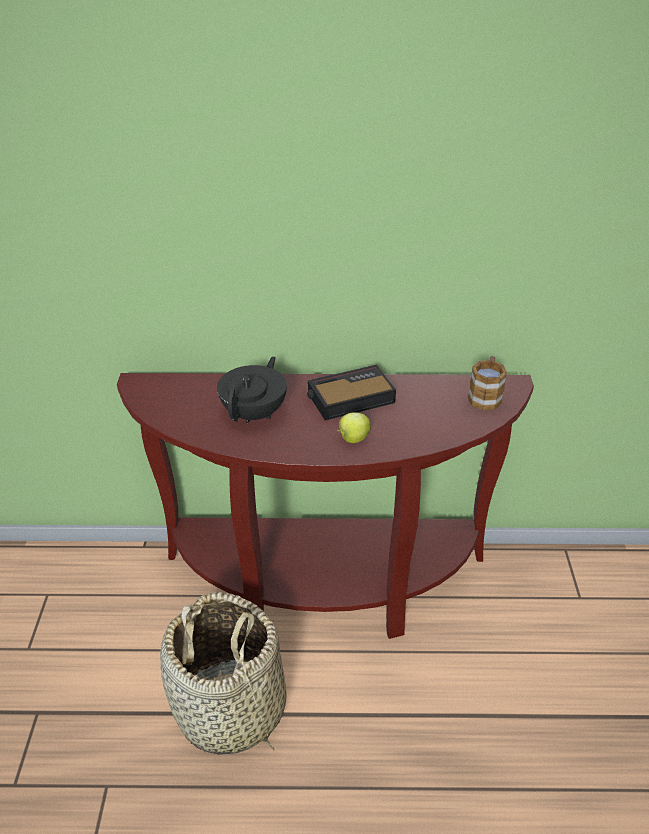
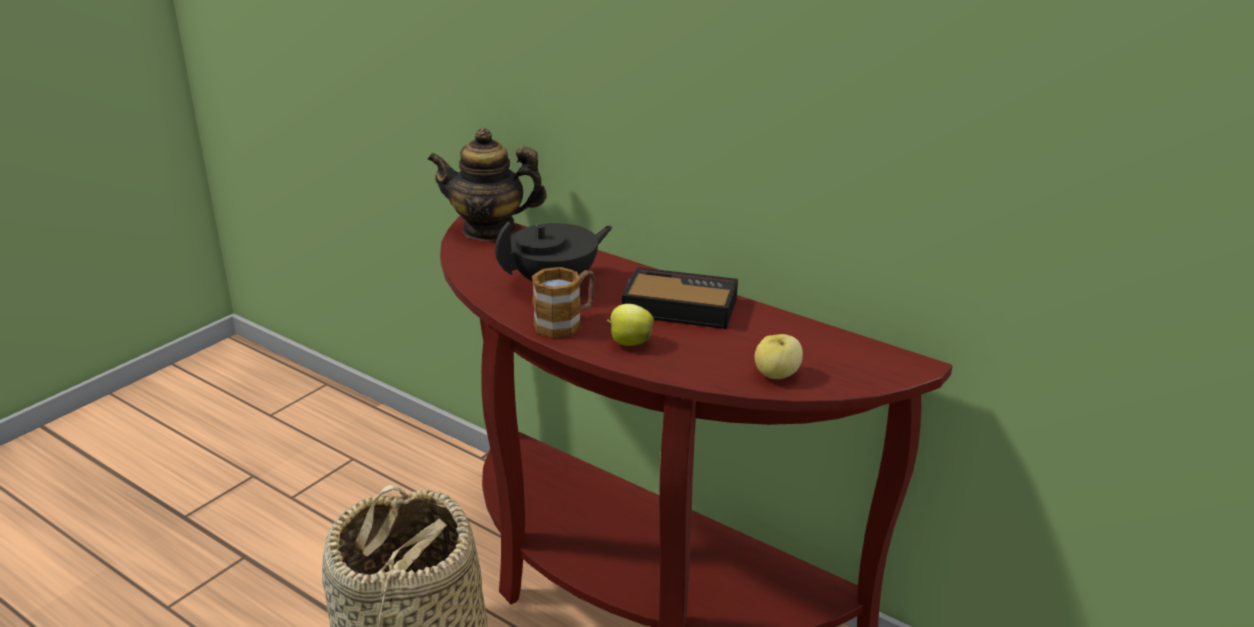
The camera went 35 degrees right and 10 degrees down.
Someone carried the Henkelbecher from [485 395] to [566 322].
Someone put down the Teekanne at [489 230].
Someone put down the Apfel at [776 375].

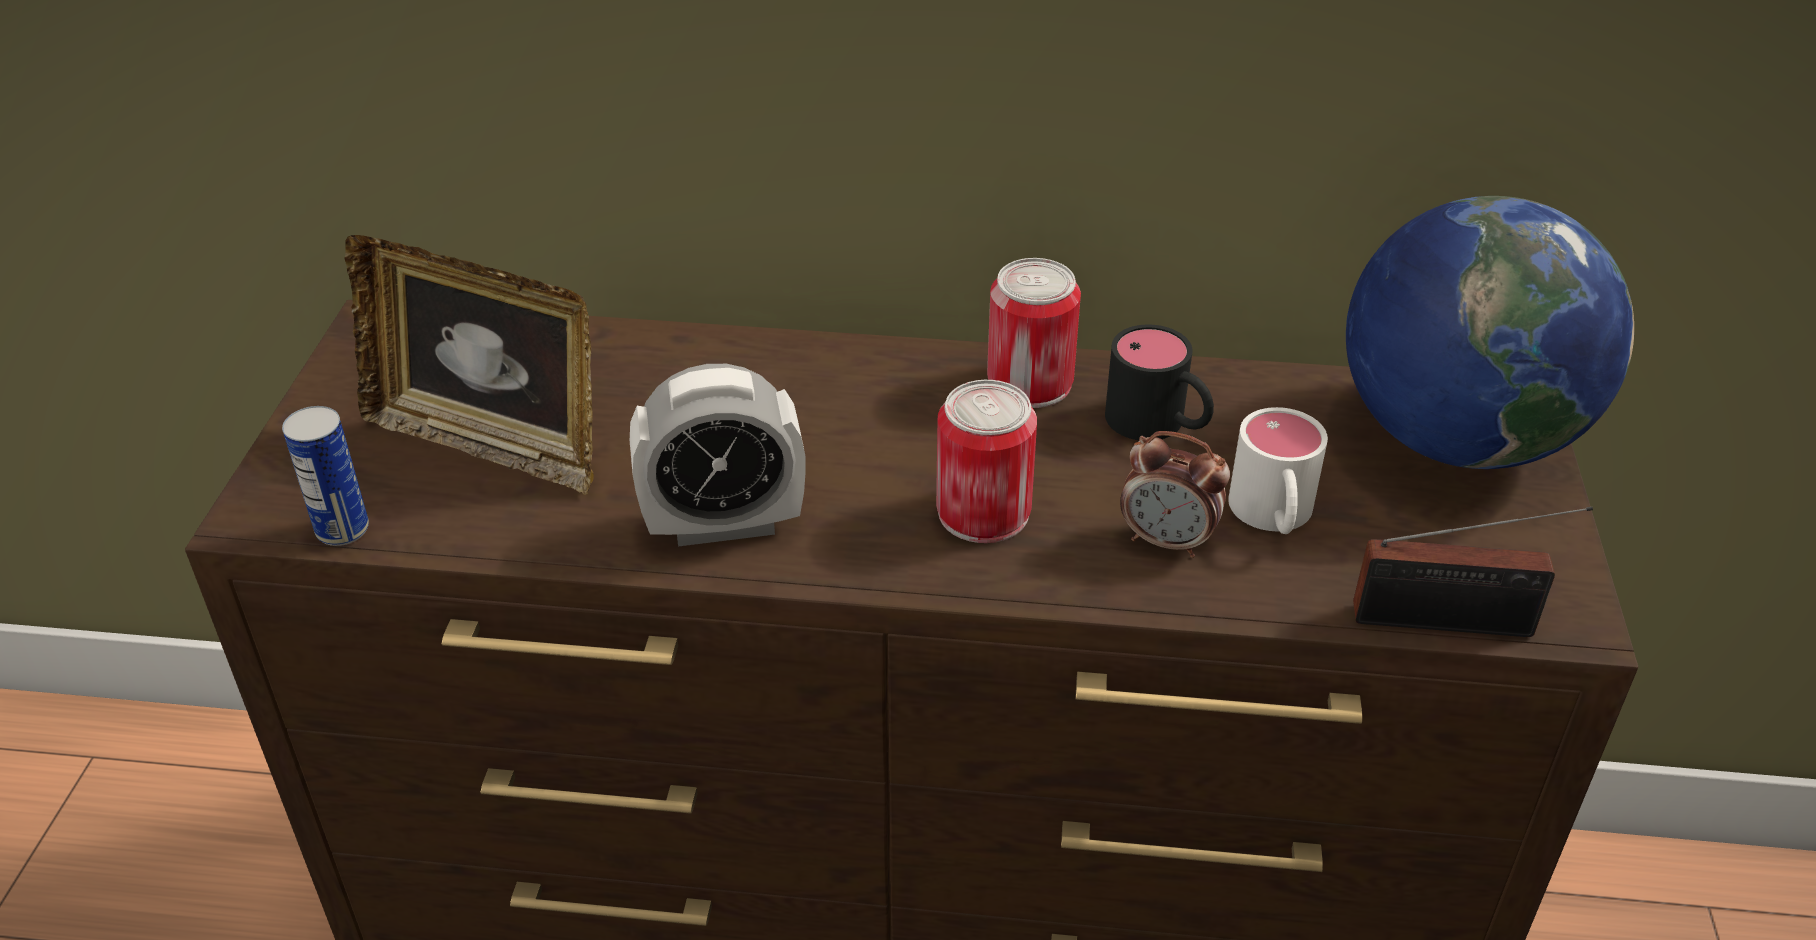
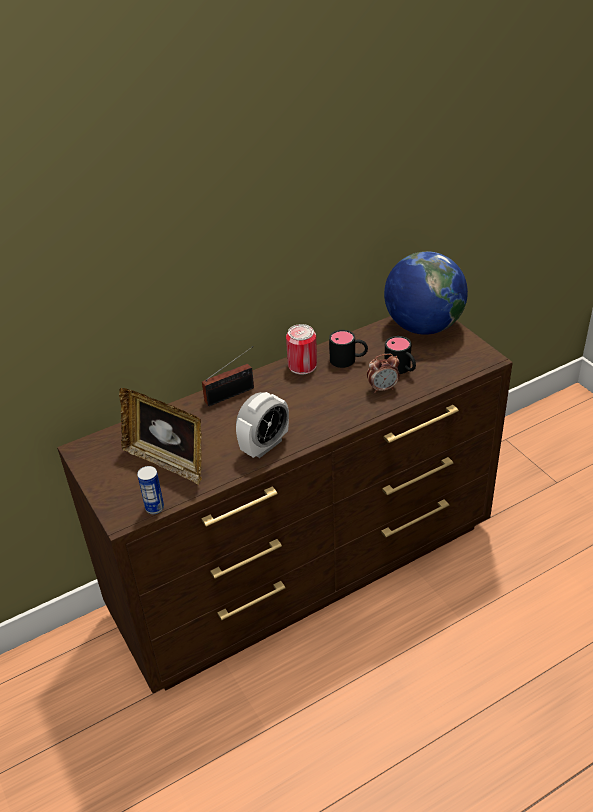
The camera went 35 degrees left and 0 degrees up.
Someone rotated the Bilderrahmen at [491 442] by 45 degrees clockwise.
Someone took away the Dose at [983 512].
Someone repainted the Henkelbecher/weiß at [1273 517], which became the Henkelbecher/schwarz at [401 369].
Someone carried the Radio from [1452 622] to [232 394].

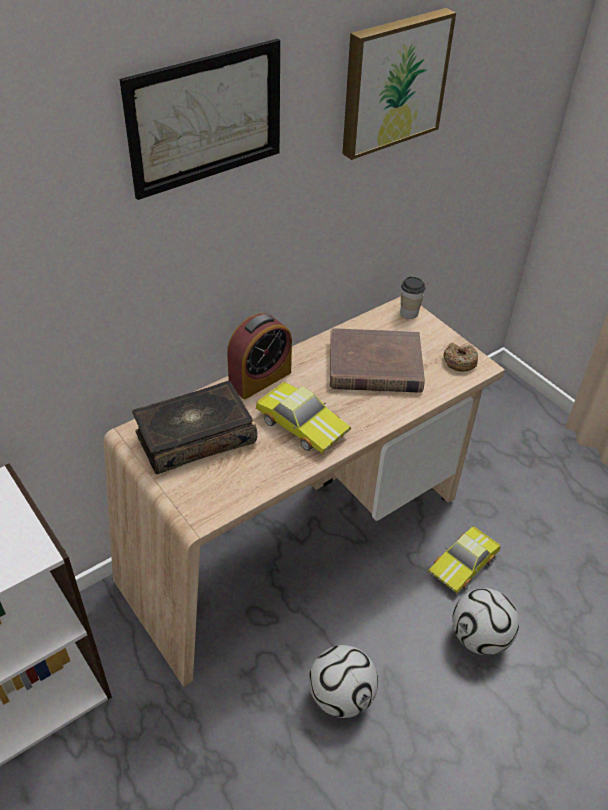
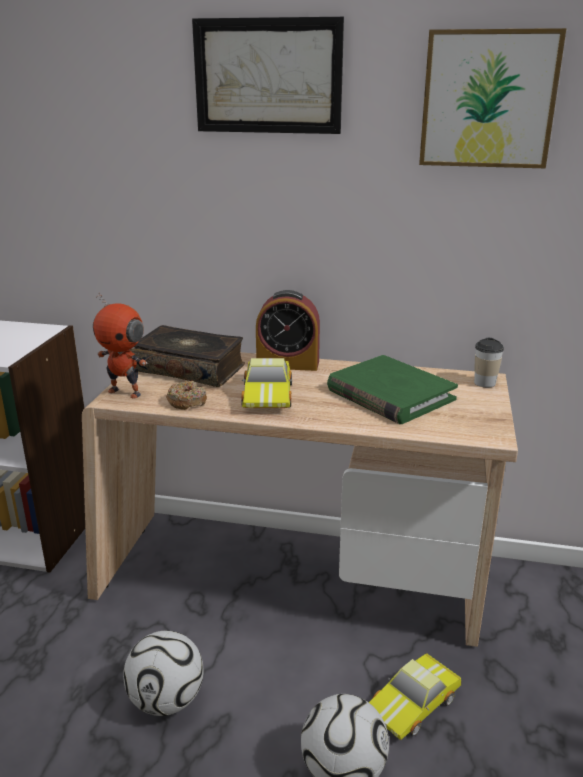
The camera went 50 degrees right and 20 degrees down.
Someone repainted the Buch/braun at [375 366], which became the Buch/grün at [389 394].
Someone rotated the Spielzeugauto at [464 564] by 45 degrees counterclockwise.
Someone carried the Donut from [459 361] to [186 401].
Someone put down the Spielzeugroboter at [126 392].

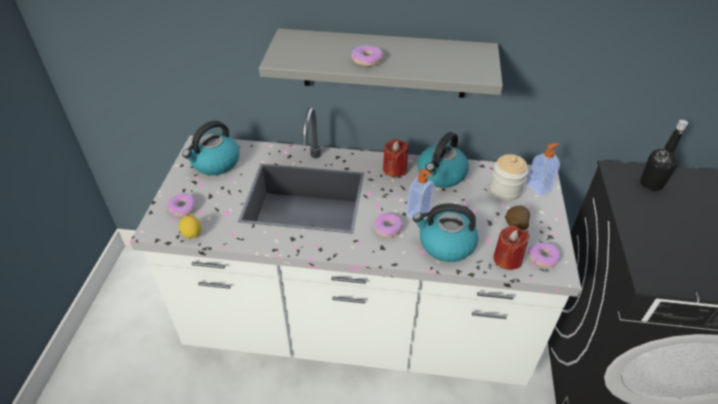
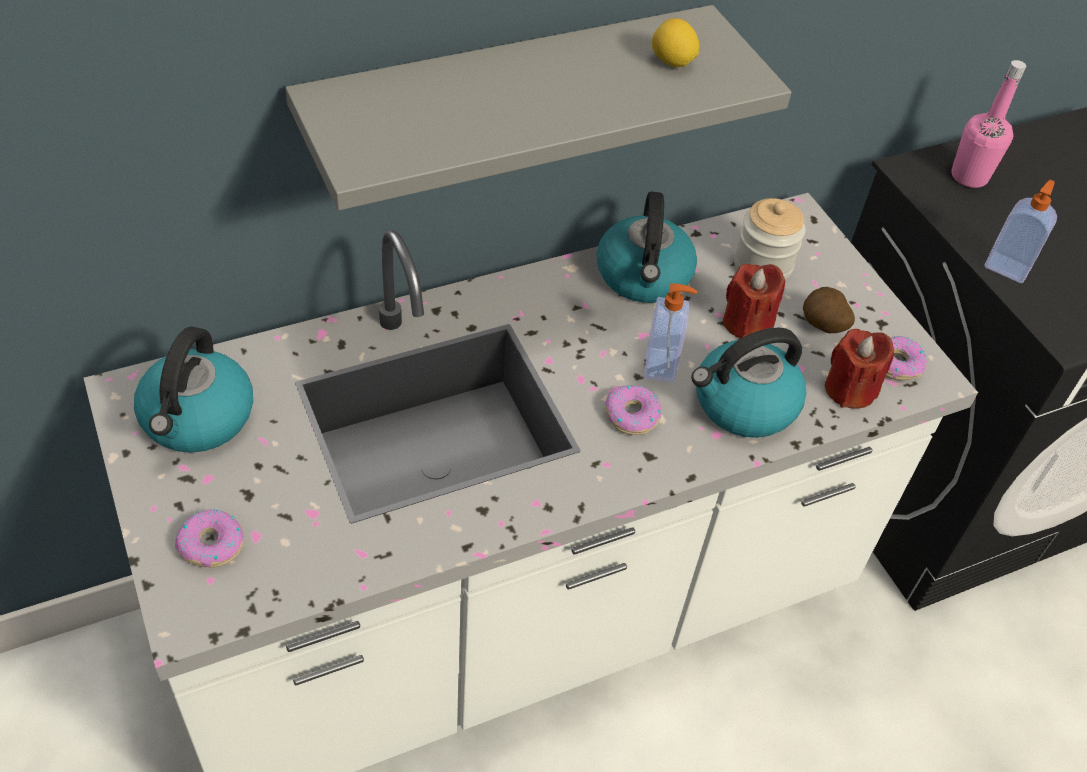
The camera went 35 degrees left and 5 degrees up.
Someone carried the Zitrone from [192 234] to [672 62].
Someone took away the Donut at [367 60].
Someone carried the Kerze/rot from [394 169] to [747 323].
Someone carried the Seifenspender from [539 187] to [1007 267].
Someone repainted the Flasche/schwarz at [651 184], which became the Flasche/rosa at [969 177].

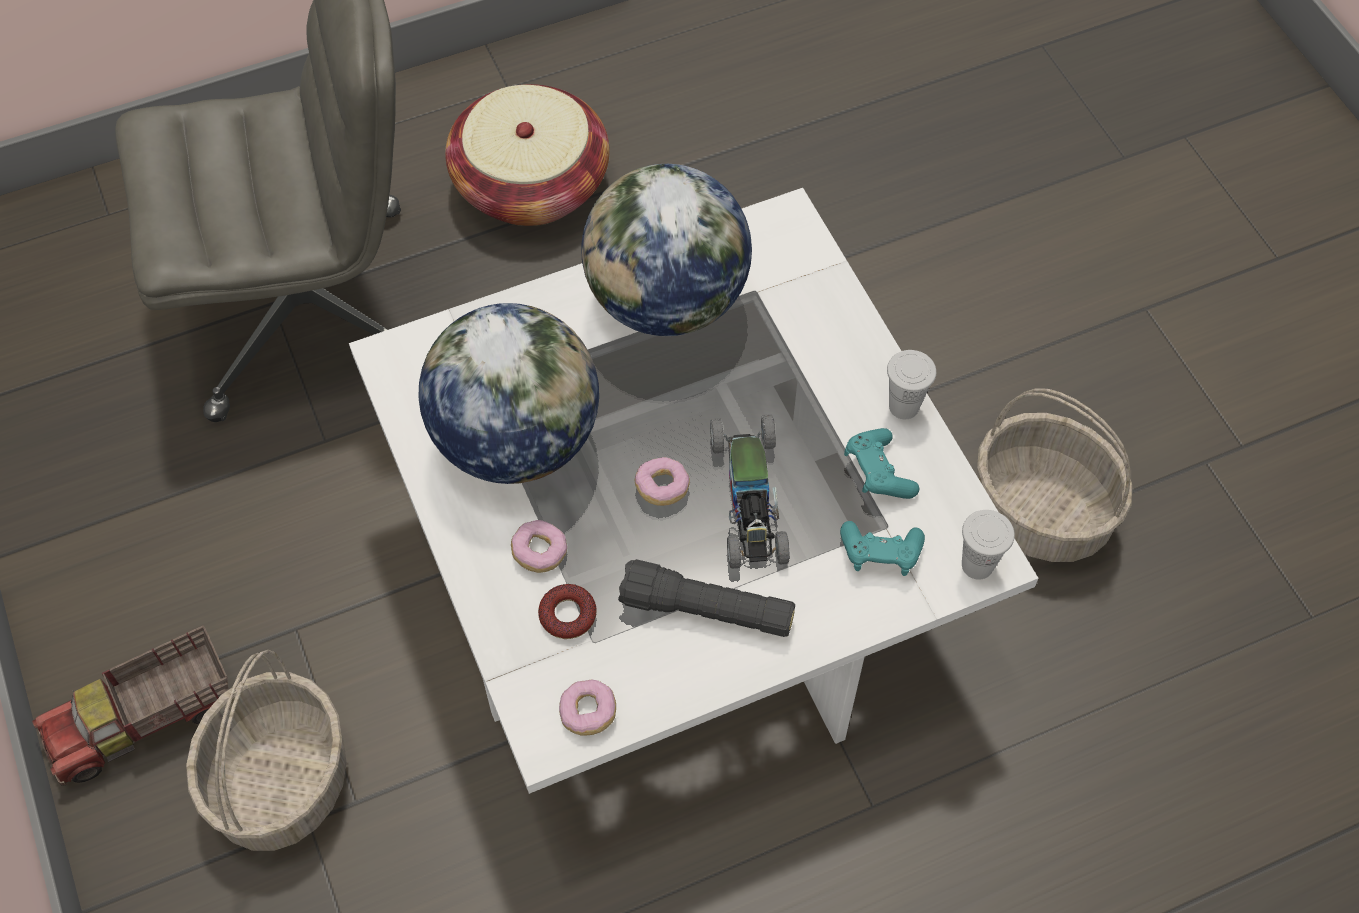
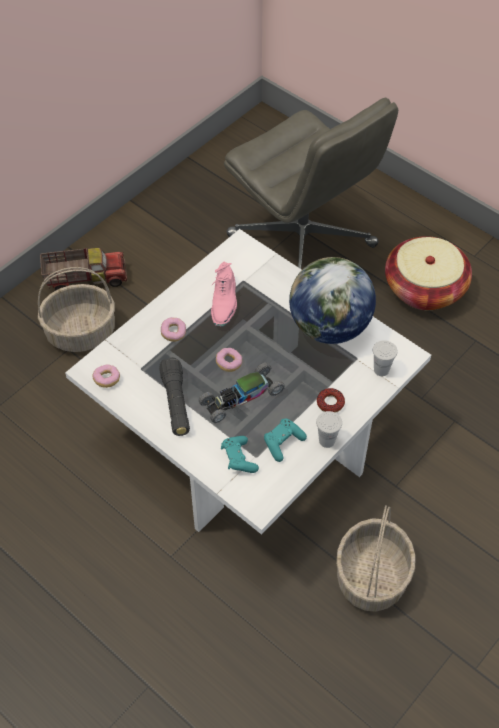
The camera went 65 degrees right and 5 degrees down.
Someone rotated the Spielzeuglaster at [145 721] by 135 degrees clockwise.
Someone swapped the Globus at [516 439] for the Schuh/rosa at [224 303].
Someone carried the Donut from [568 615] to [330 403].
Someone carried the Tasse/weiß from [977 565] to [381 370].

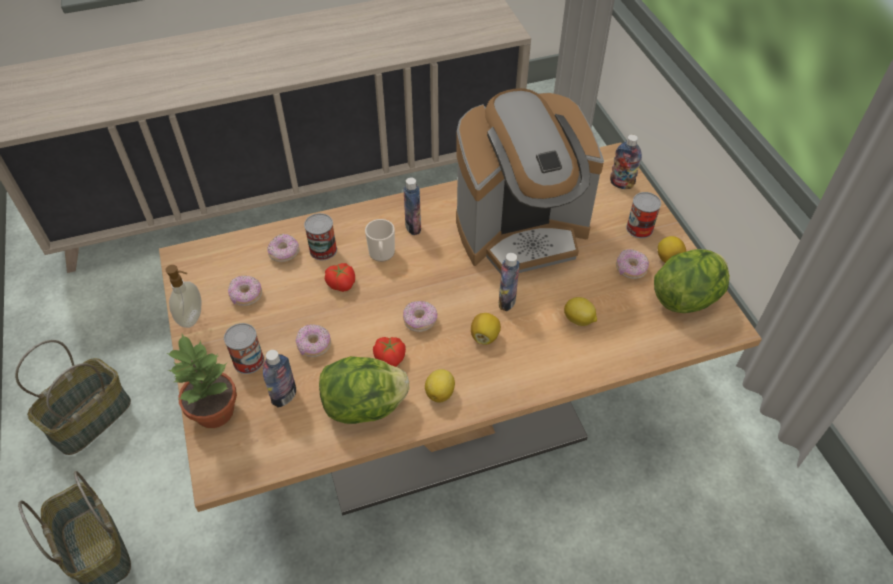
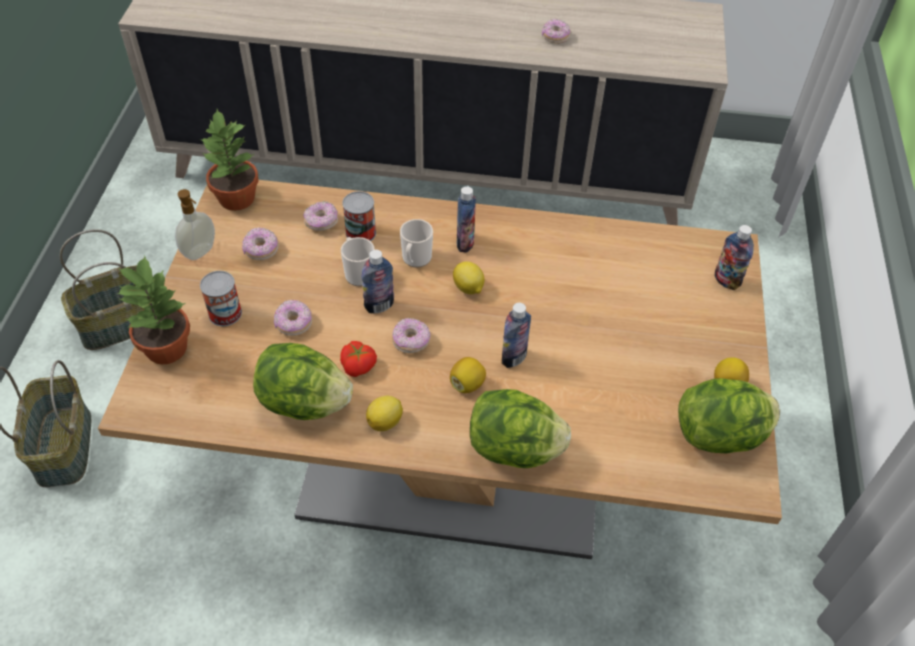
The camera went 25 degrees right and 0 degrees up.
Someone carried the Flasche from [284 396] to [379 305].
Someone swapped the Tomate at [342 283] for the Henkelbecher at [358 273].
Someone took away the Kaffeemaschine at [521 232].
Someone carried the Zitrone from [579 320] to [468 288].
Someone carried the Donut from [630 269] to [555 37].
Someone took away the Dose at [639 228].
Someone put down the Topfpflanze at [236 199].
Someone put down the Salatkopf at [515 449].

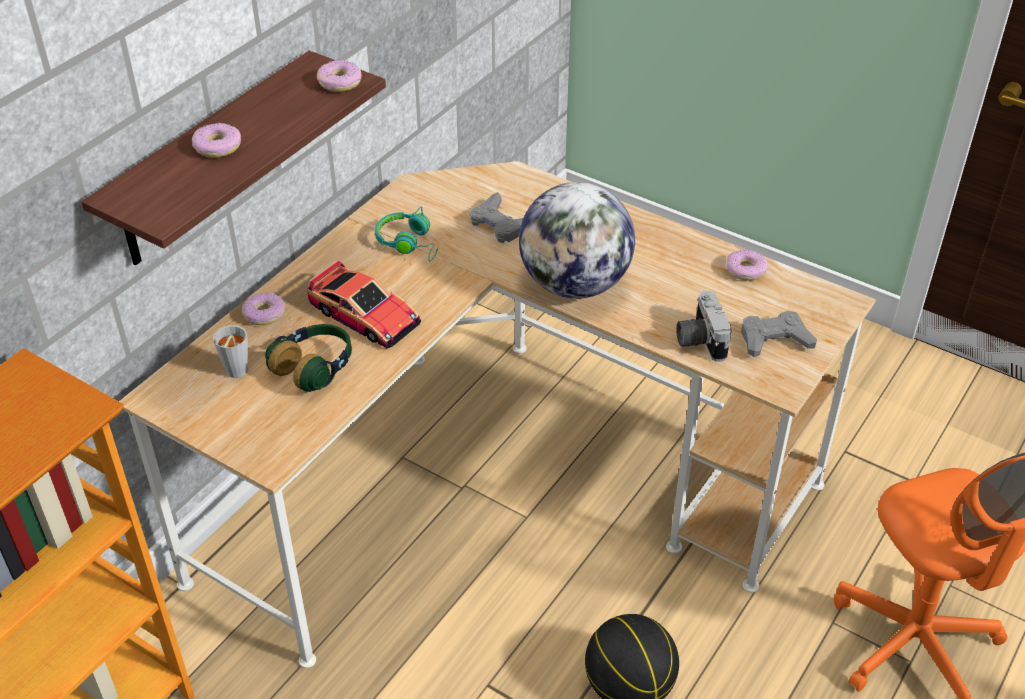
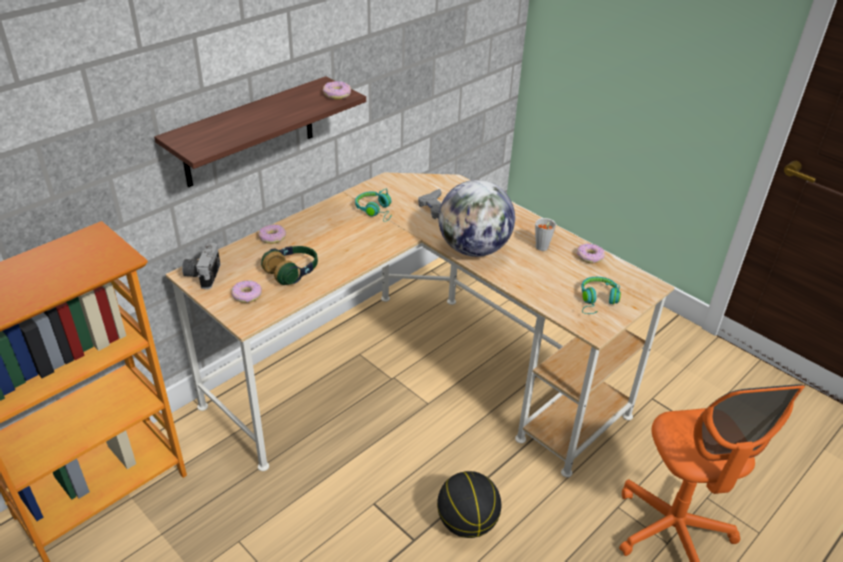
The camera went 10 degrees right and 5 degrees down.
Someone carried the Donut from [217 147] to [247 295].
Someone carried the Tasse/grau from [235 374] to [541 248].
Someone took away the Spielzeugauto at [365 315].
Someone carried the Kamera from [698 340] to [202 274].
Someone swapped the Gamepad/grau at [774 339] for the Kopfhörer/türkis at [597 301].

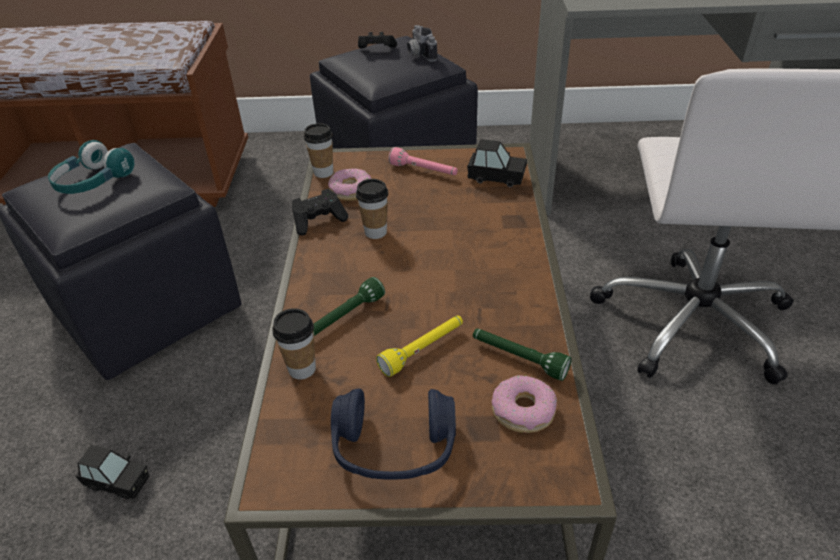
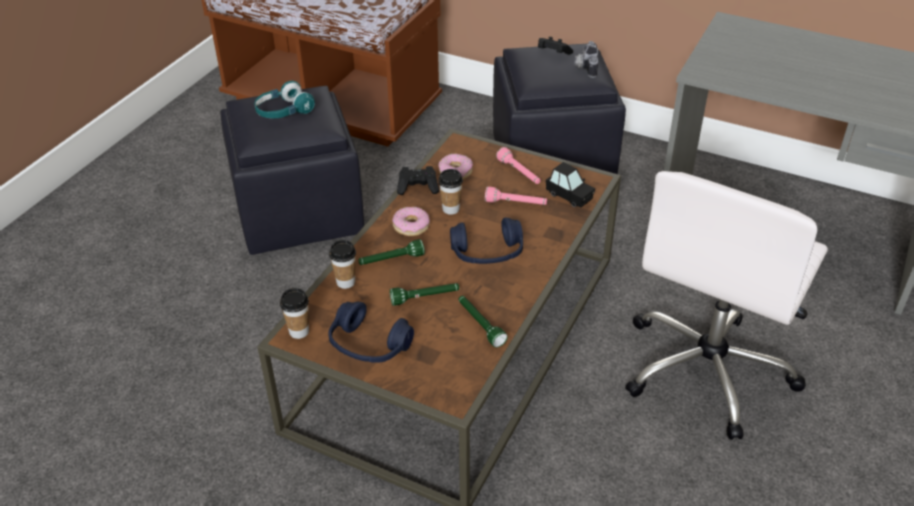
The camera went 25 degrees right and 0 degrees up.
Someone took away the Spielzeugauto/schwarz at [118 482].
Someone carried the Tasse from [323 172] to [299 331].
Someone repainted the Taschenlampe/gelb at [423 350], which became the Taschenlampe/grün at [425 298].
Someone carried the Donut from [523 410] to [411 226].
Someone put down the Kopfhörer/blau at [487 253].
Someone put down the Taschenlampe/rosa at [516 203].

